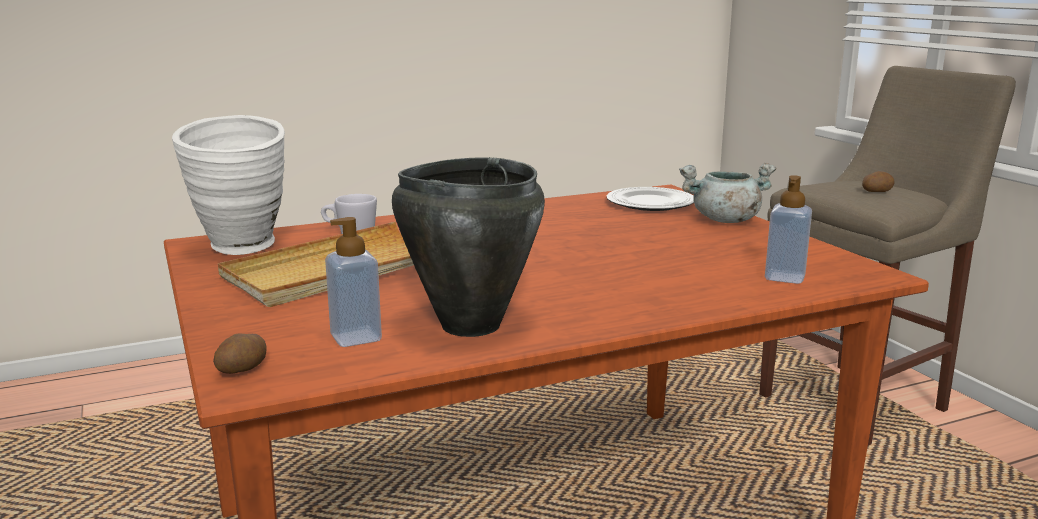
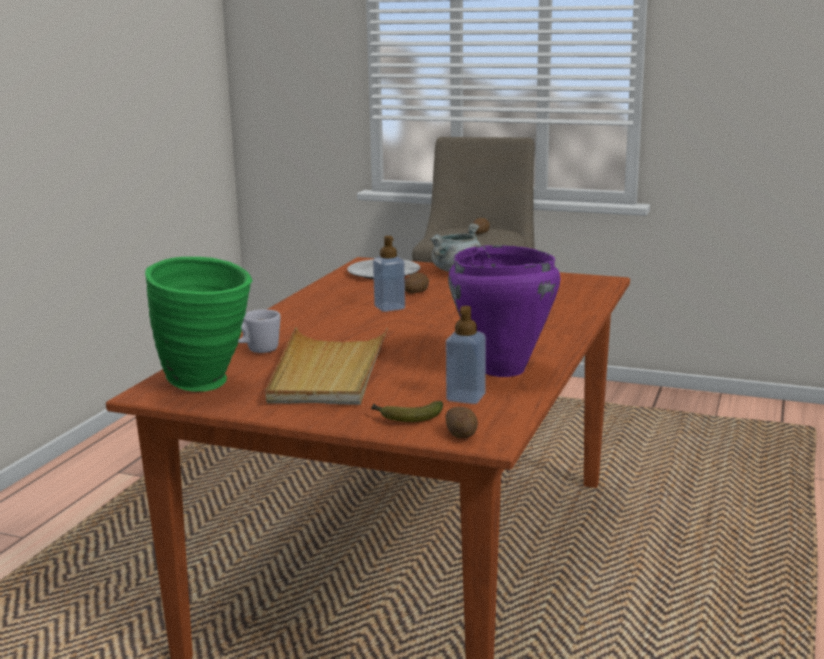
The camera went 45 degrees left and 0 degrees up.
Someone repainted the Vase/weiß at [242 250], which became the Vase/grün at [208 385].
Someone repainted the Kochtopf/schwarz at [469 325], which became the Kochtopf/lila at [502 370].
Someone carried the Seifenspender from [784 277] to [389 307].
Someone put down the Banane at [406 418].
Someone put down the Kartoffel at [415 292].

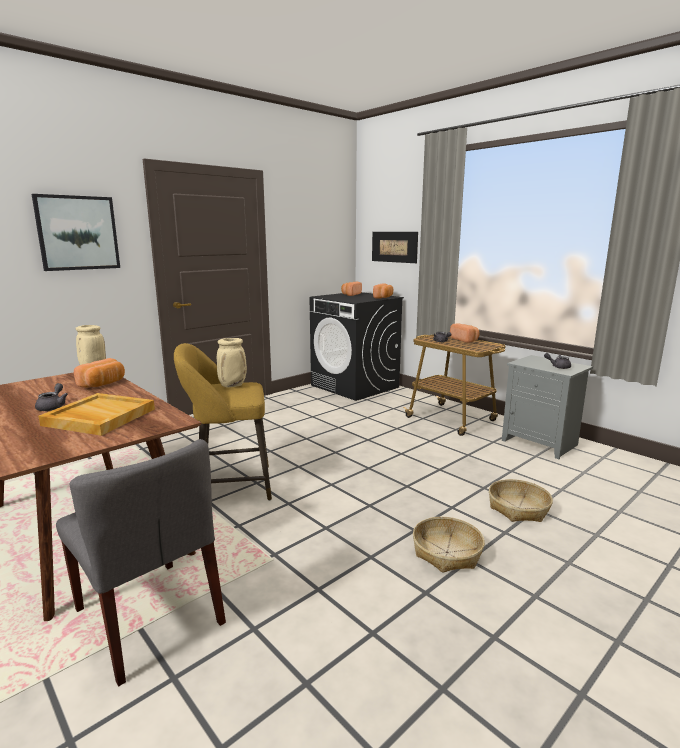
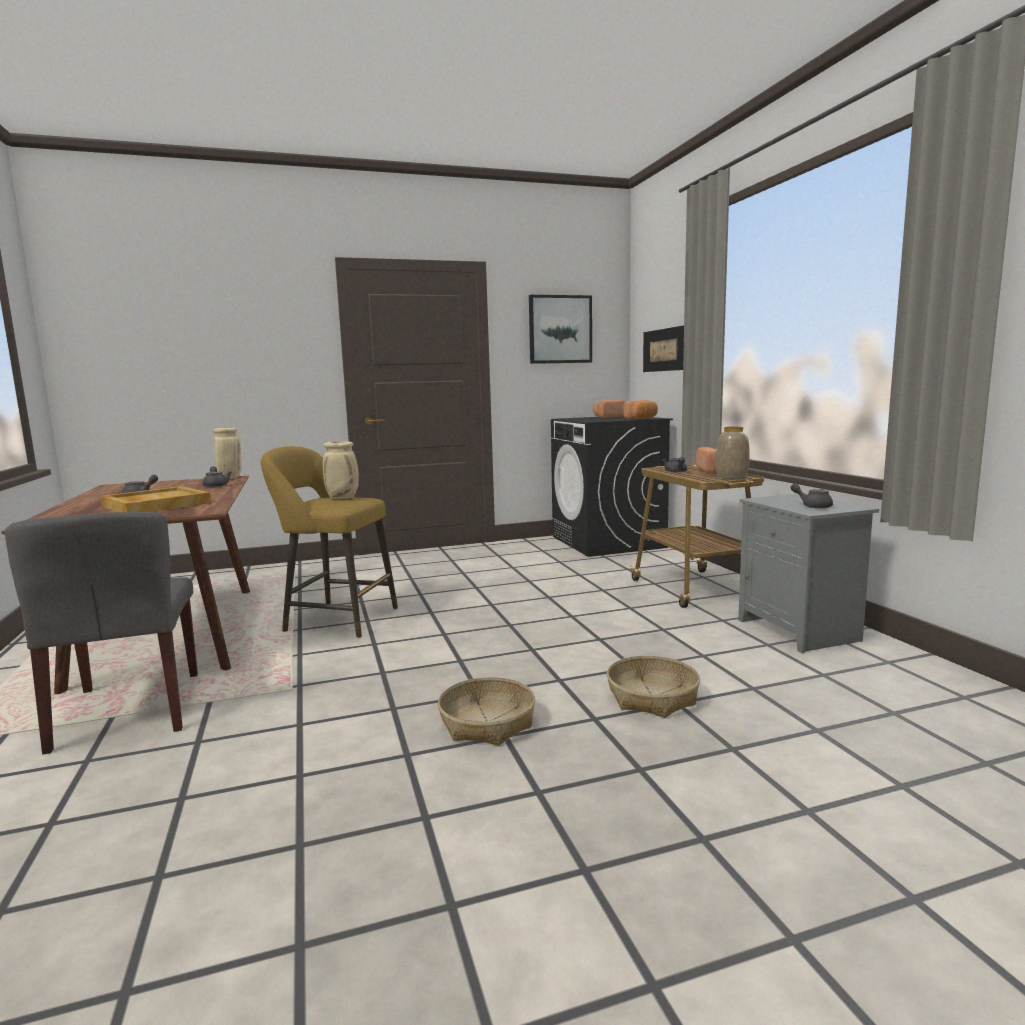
The camera went 25 degrees right and 5 degrees down.
Someone carried the Bild from [77 233] to [560 329].
Someone swapped the Brot at [103 384] for the Teekanne/grau at [216 485].
Someone put down the Vase at [732 477].

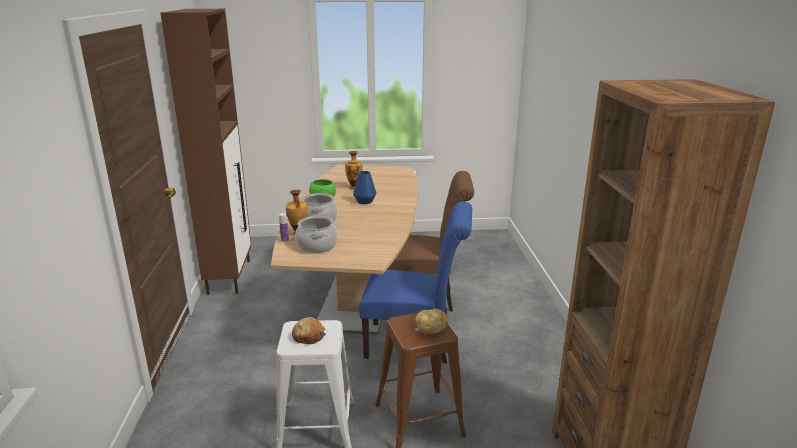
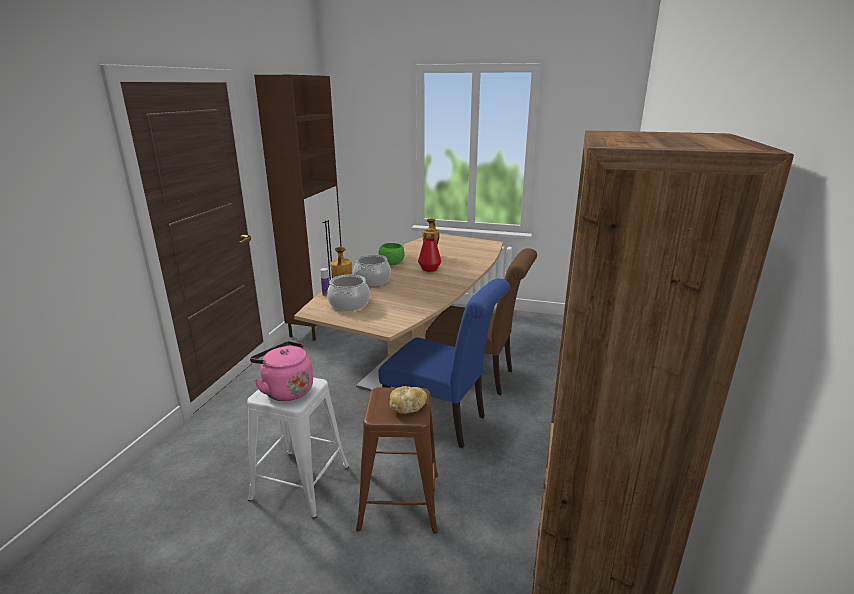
The camera went 20 degrees right and 0 degrees up.
Someone swapped the Brot at [308 336] for the Wasserkessel/rosa at [286 390].
Someone repainted the Vase/blau at [364 201], which became the Vase/rot at [429 269].

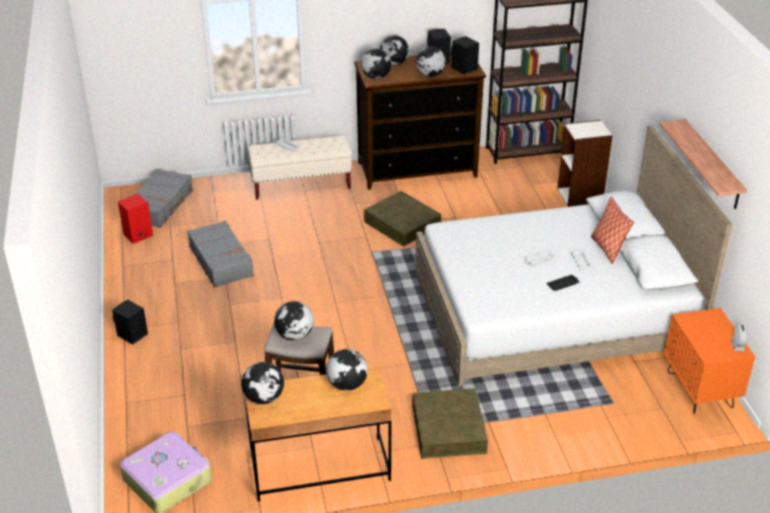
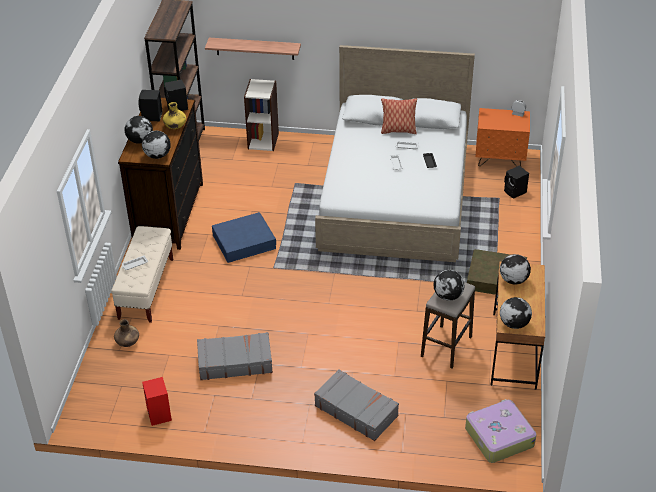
The camera went 70 degrees left and 5 degrees up.
Someone carried the Lautsprecher/schwarz from [131 335] to [515 192].
Someone carried the Koffer/grau from [161 205] to [356 410].
Someone repainted the Aufbewahrungsbox/braun at [402 224], which became the Aufbewahrungsbox/blau at [244 242].
Someone swapped the Globus at [430 75] for the Vase/gelb at [175 127].
Someone carried the Wandregal from [712 165] to [255 48].
Someone put down the Vase/braun at [128 343].

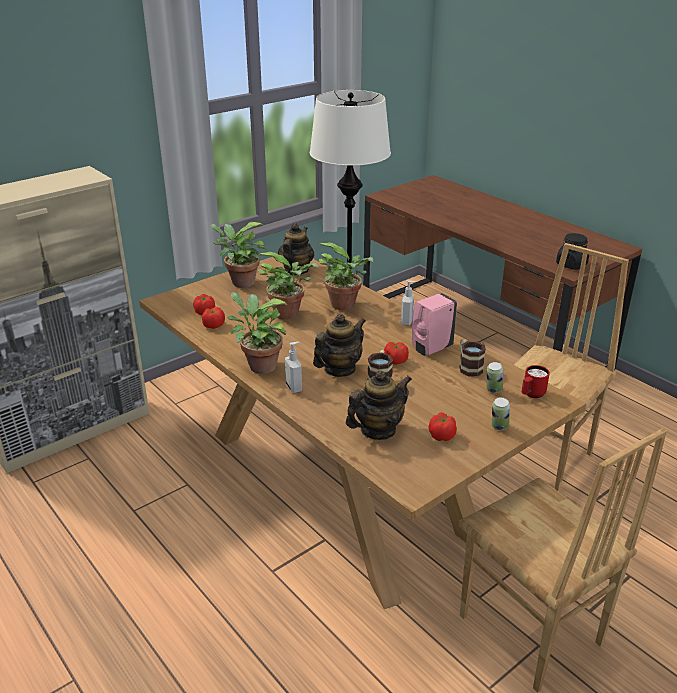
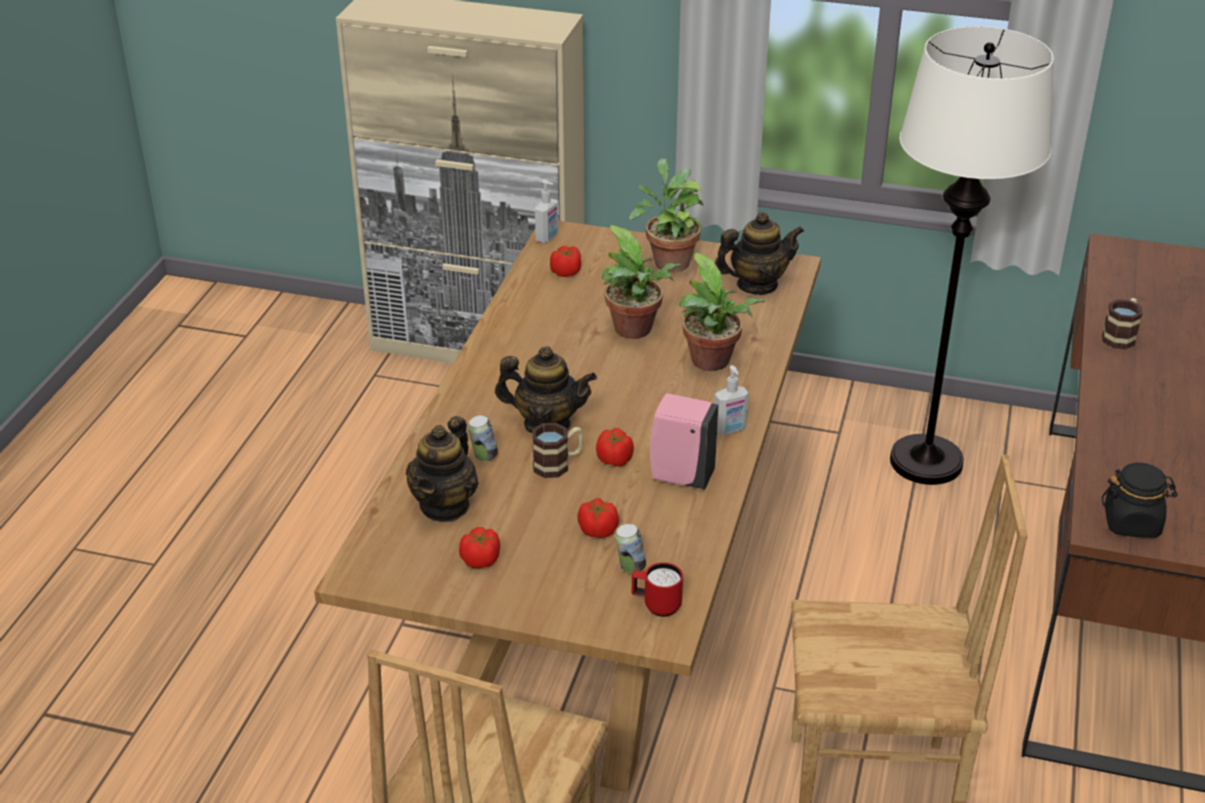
The camera went 55 degrees right and 5 degrees up.
Someone carried the Tomate from [213 325] to [597 530].
Someone took away the Topfpflanze at [259 366].
Someone carried the Seifenspender from [294 387] to [547 238].
Someone rotated the Teekanne at [378 430] by 90 degrees clockwise.
Someone carried the Henkelbecher from [468 367] to [1120 336].
Someone carried the Dose from [499 427] to [484 457].

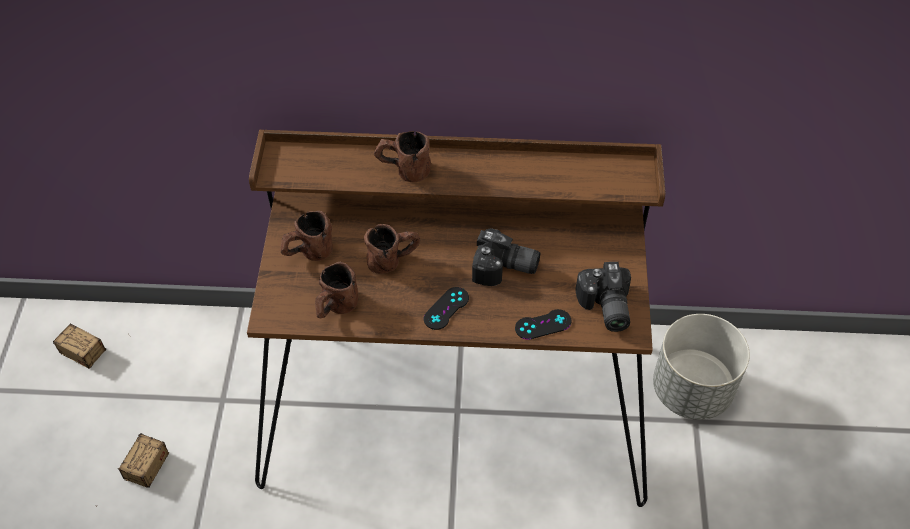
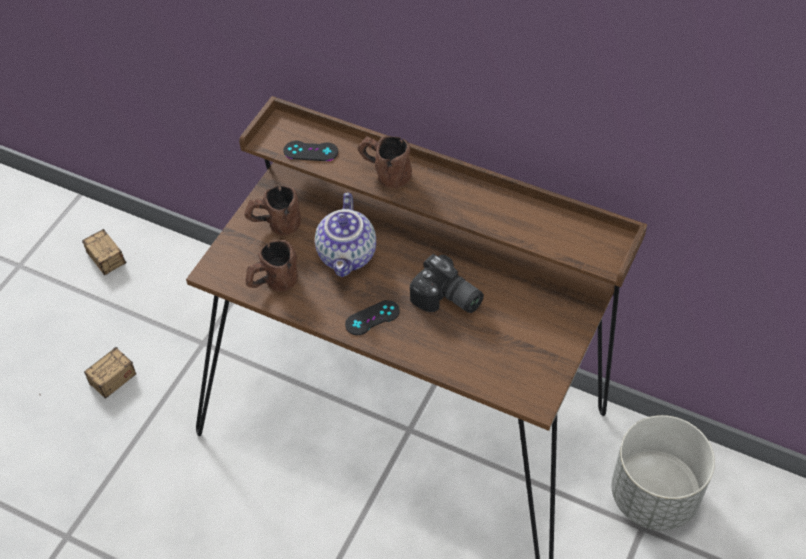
The camera went 25 degrees right and 0 degrees up.
Someone swapped the Henkelbecher/braun at [393 259] for the Teekanne at [348 256].
Someone carried the Gamepad/schwarz from [543 324] to [310 151].
Someone took away the Kamera at [604 308].

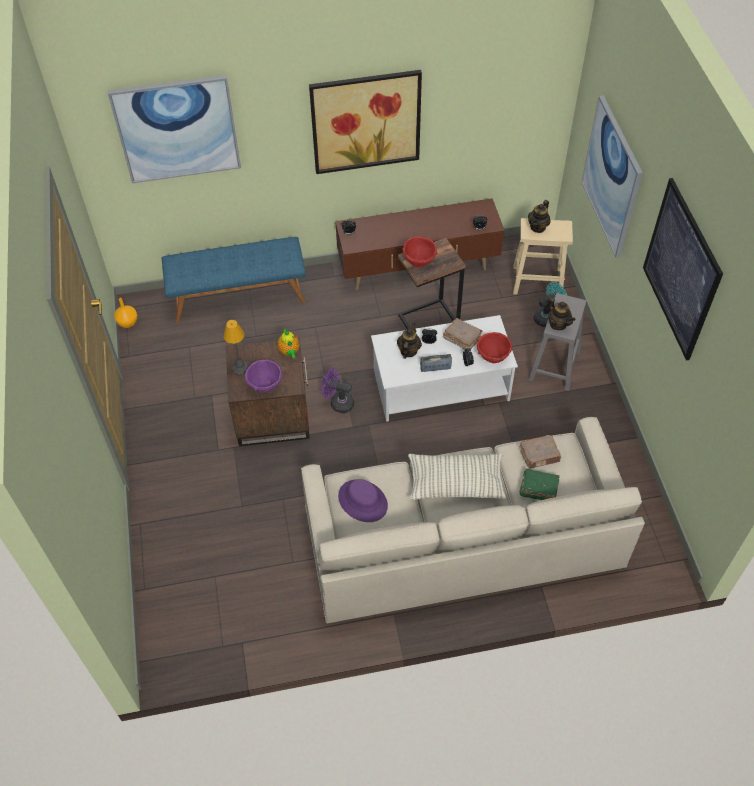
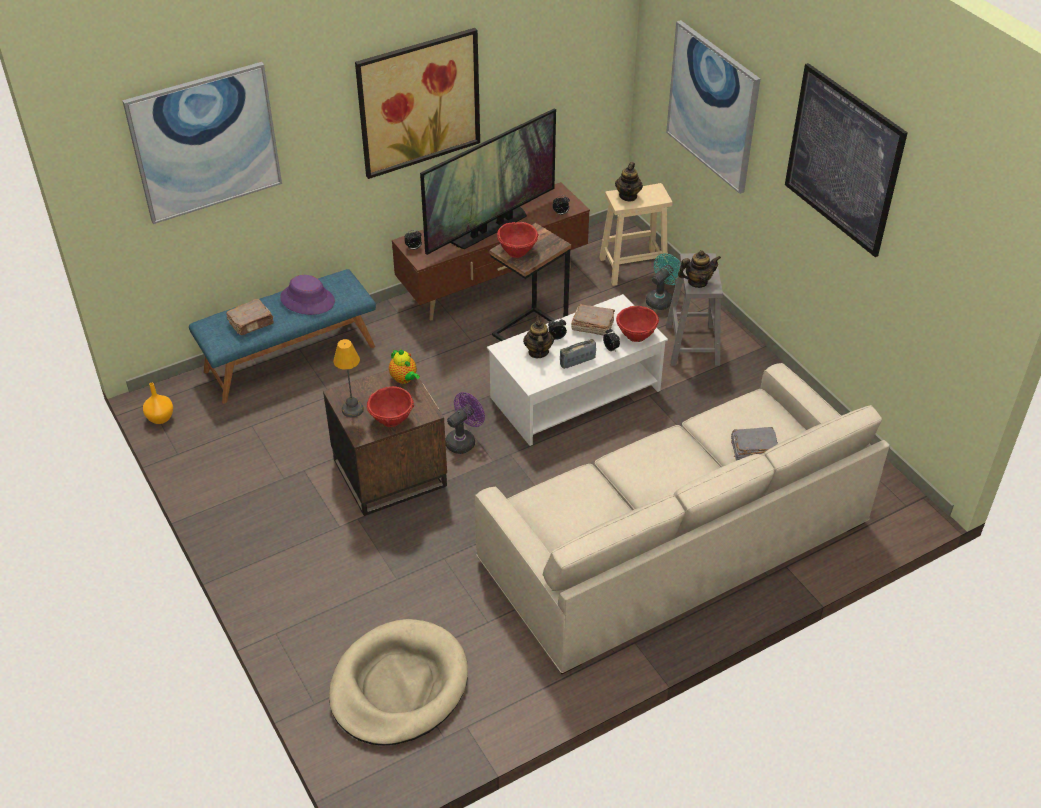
The camera went 20 degrees left and 10 degrees down.
Someone repainted the Schüssel/lila at [265 385], which became the Schüssel/rot at [391 420].
Someone rotated the Ventilator/lila at [338 403] by 135 degrees clockwise.
Someone carried the Hut/lila from [363 501] to [307 300].
Someone took away the Kissen at [455 483].
Someone repainted the Buch/grün at [538 489], which became the Buch/grau at [753 450].
Someone carried the Buch/braun from [539 455] to [251 323].
Someone rotated the Teekanne at [558 324] by 45 degrees counterclockwise.
Someone put down the Hundebett/beige at [398 686].
Someone put down the Fernseher at [490 228].

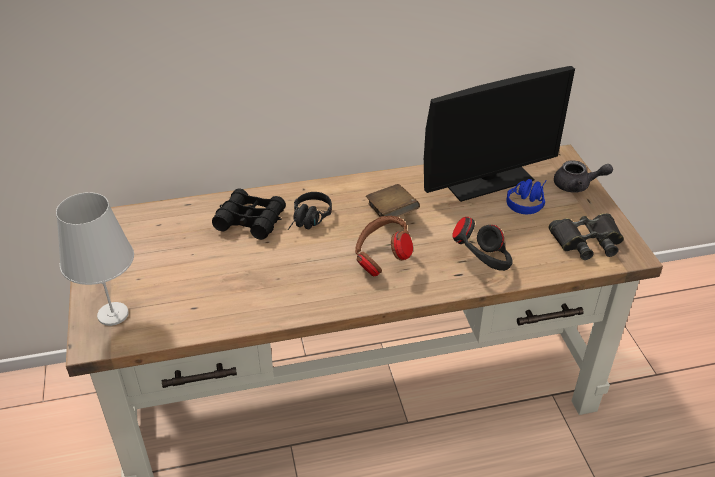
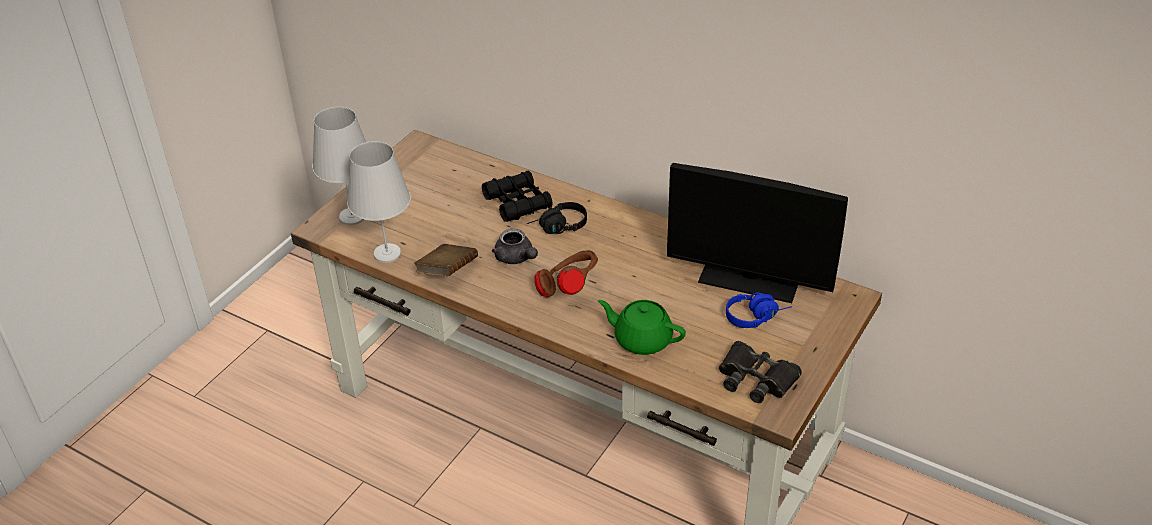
The camera went 45 degrees right and 0 degrees up.
Someone carried the Buch/braun from [391 214] to [447 272].
Someone swapped the Kopfhörer/schwarz at [483 263] for the Teekanne/grün at [642 339].
Someone carried the Teekanne/grau from [577 186] to [516 258].
Someone put down the Tischlampe/weiß at [387 253].

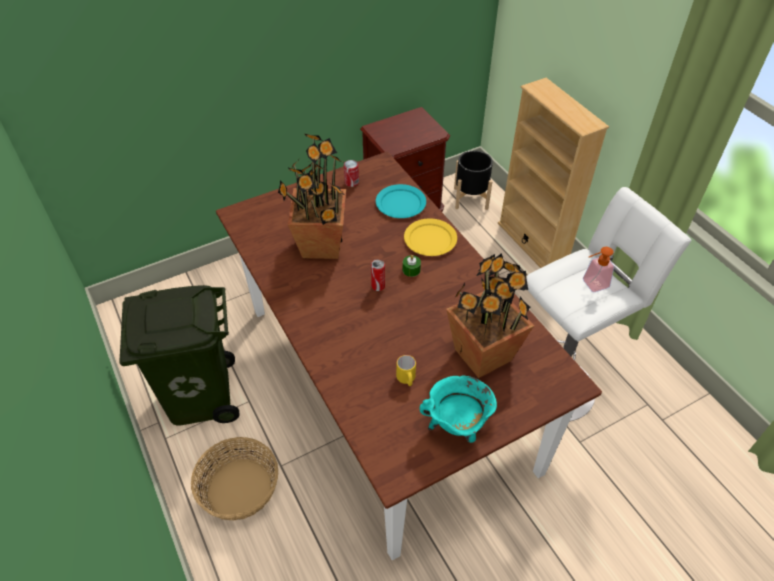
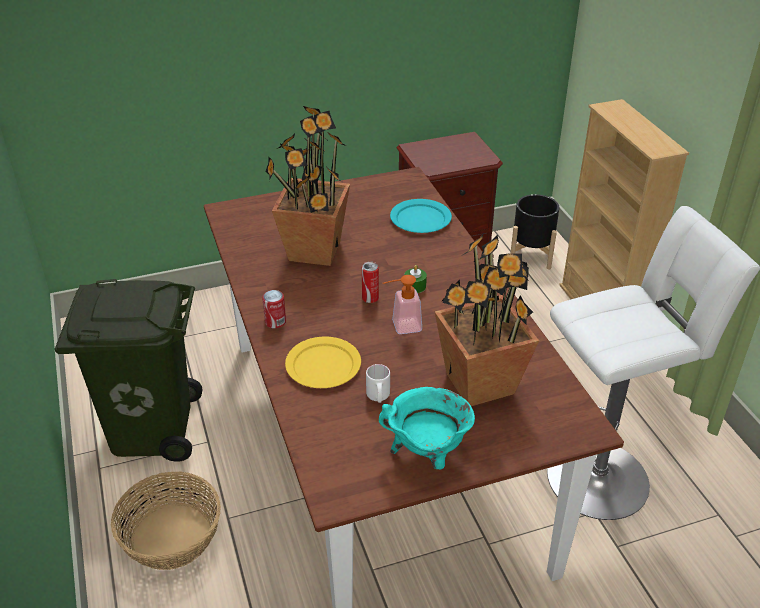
The camera went 10 degrees right and 10 degrees down.
Someone carried the Dose from [351 182] to [275 322].
Someone repainted the Henkelbecher/gelb at [406 379], which became the Henkelbecher/weiß at [378 397].
Someone carried the Teller/gelb from [430 239] to [322 365].
Someone carried the Seifenspender from [591 285] to [401 326].

